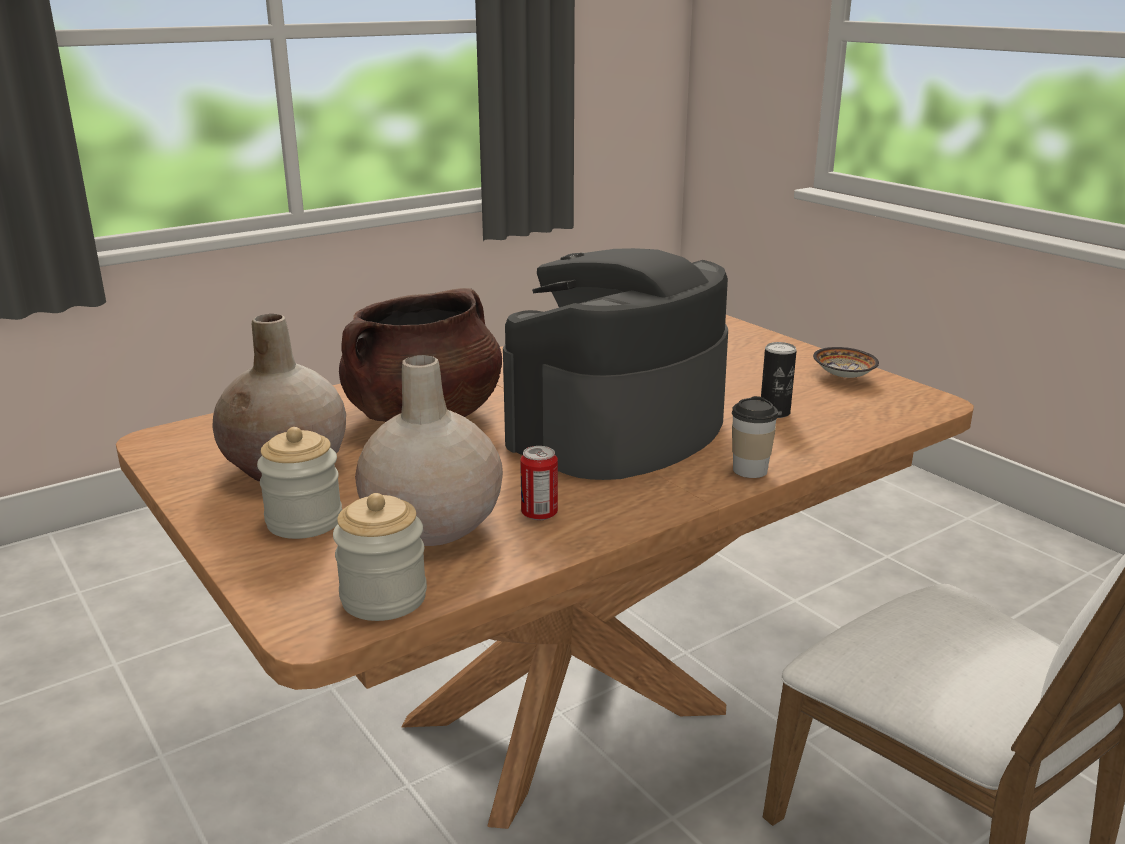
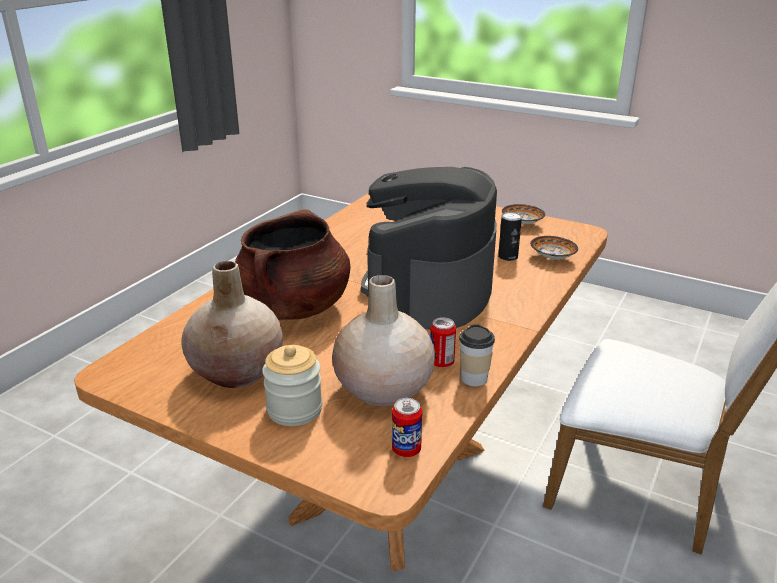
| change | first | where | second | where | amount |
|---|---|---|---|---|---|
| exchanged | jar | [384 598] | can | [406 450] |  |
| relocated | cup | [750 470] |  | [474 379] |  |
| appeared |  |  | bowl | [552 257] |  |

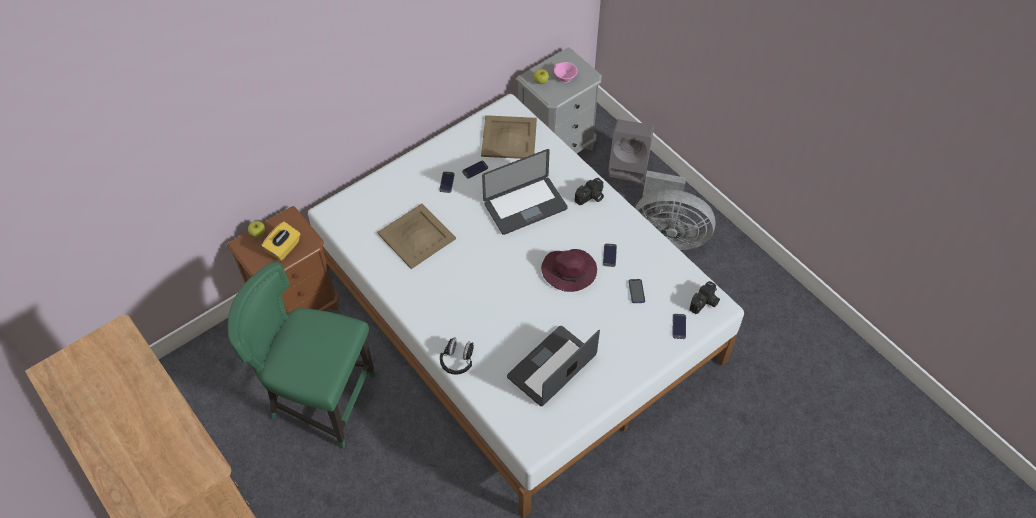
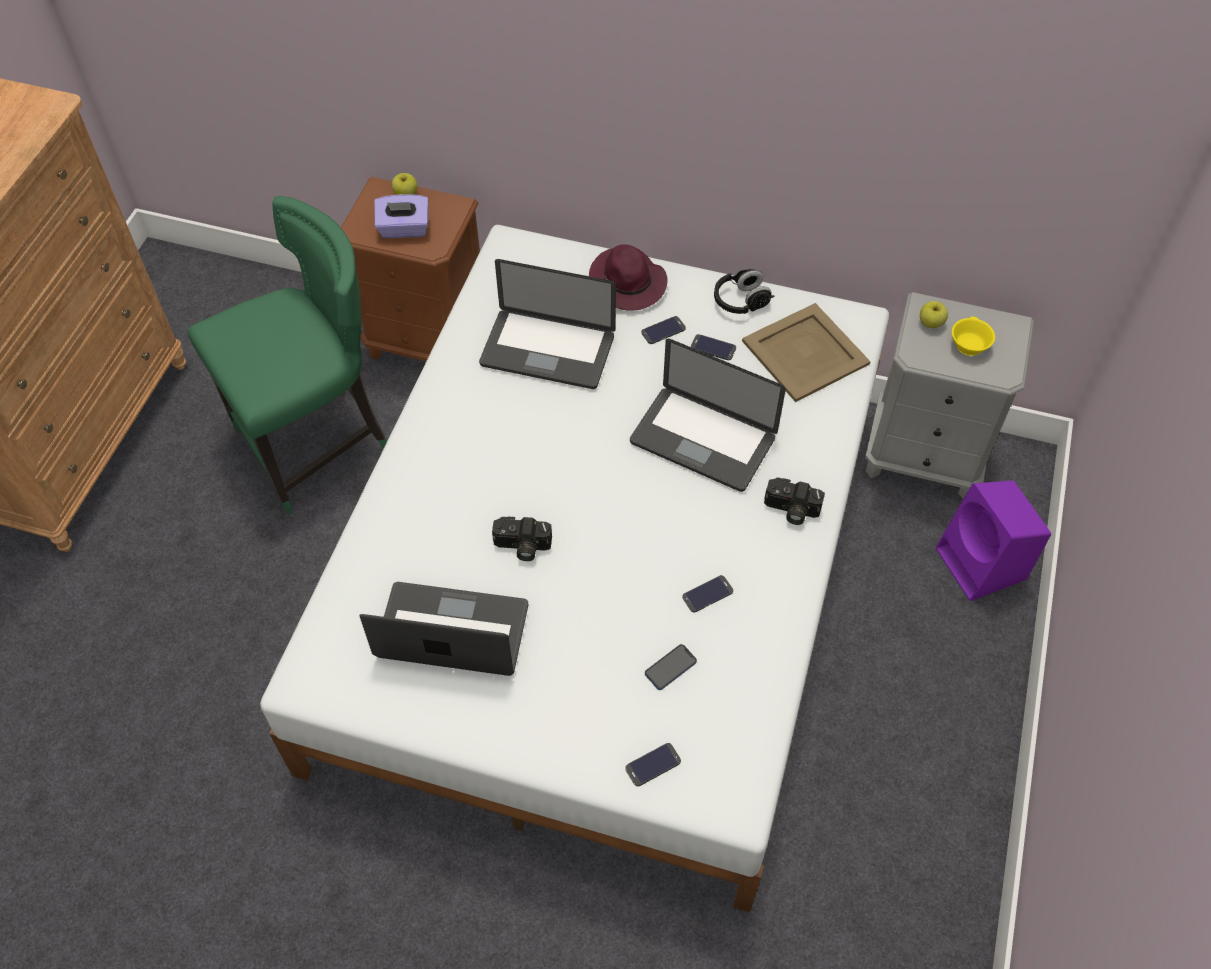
| change | first | where | second | where | amount |
|---|---|---|---|---|---|
| spun | green chair | [320 399] |  | [317 442] | 75 degrees clockwise |
| colour | yellow tissue box | [284 248] | purple tissue box | [404 229] |  |
| exchanged | beige tray | [416 235] | laptop | [547 351] |  |
| relocated | black headphones | [457 361] |  | [741 302] |  |
| relocated | purple hat | [570 271] |  | [628 283] |  |
| colour | pink cup | [564 77] | yellow cup | [967 344] |  |
| colour | grey speaker | [629 166] | purple speaker | [982 565] |  |
| missing | grey fan | [667 235] |  |  |  |
| relocated | photo camera | [705 303] |  | [521 547] |  |

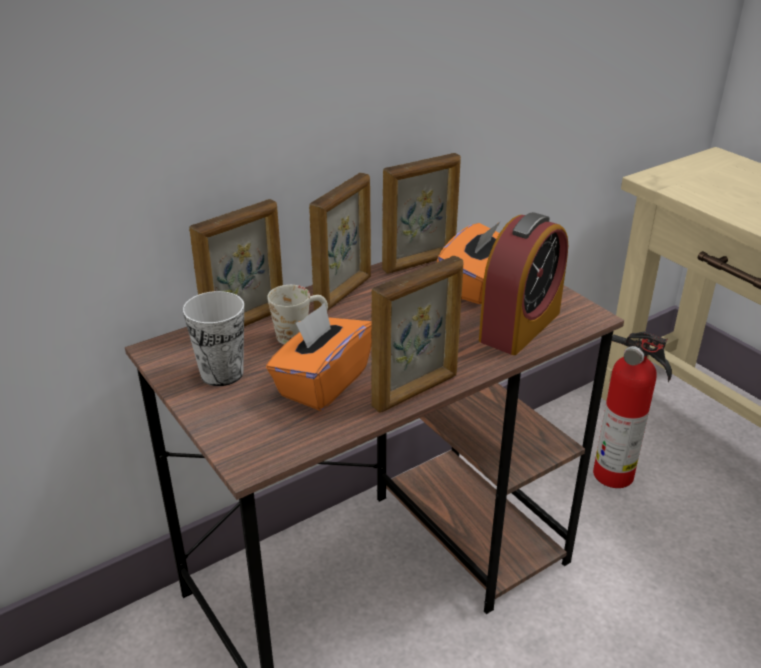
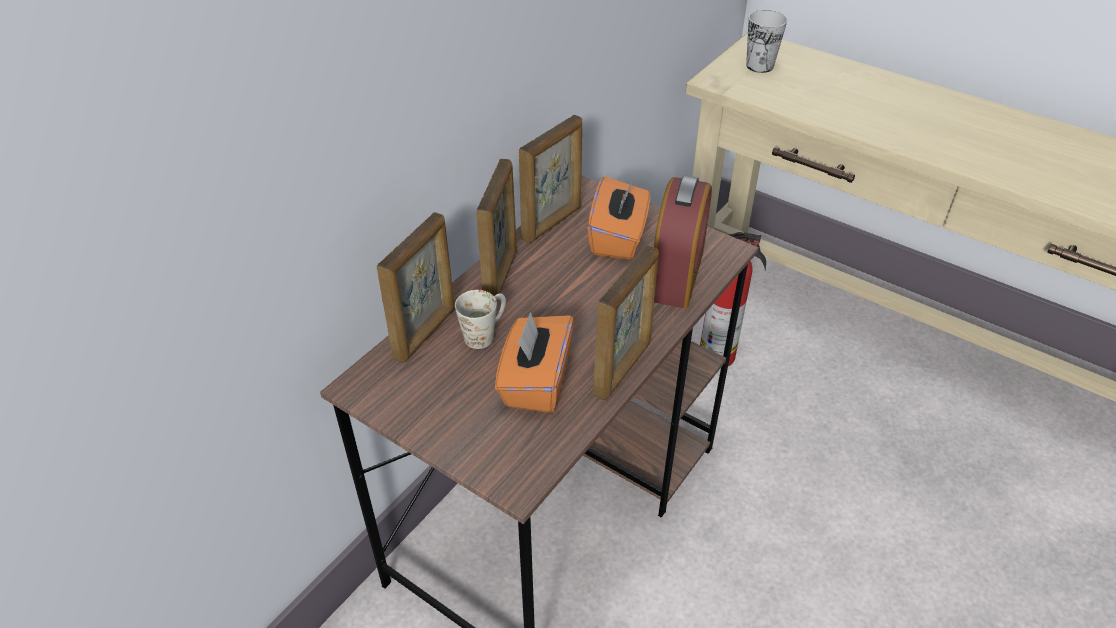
| change | first | where | second | where | amount |
|---|---|---|---|---|---|
| relocated | cup | [222 373] |  | [759 66] |  |

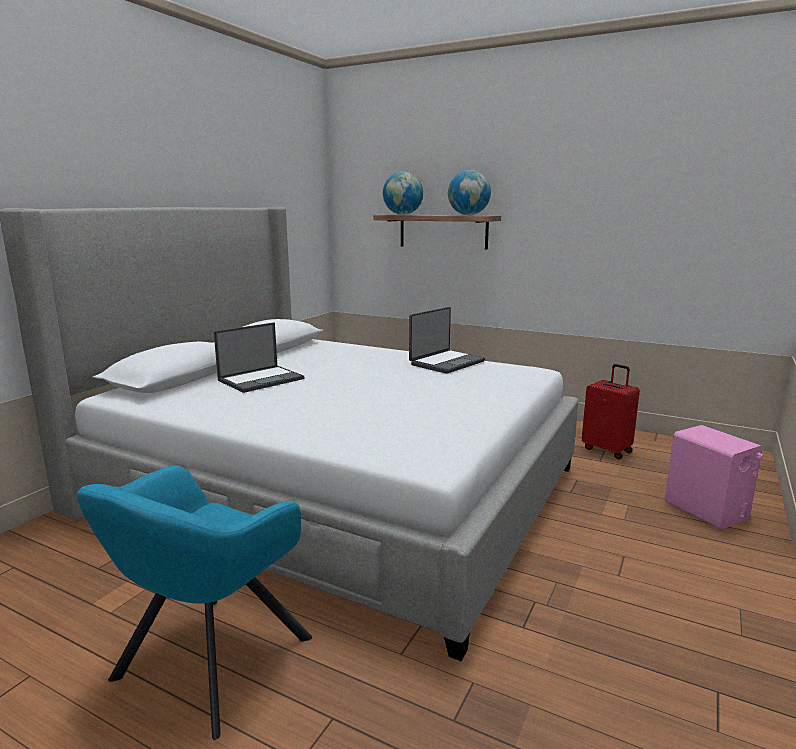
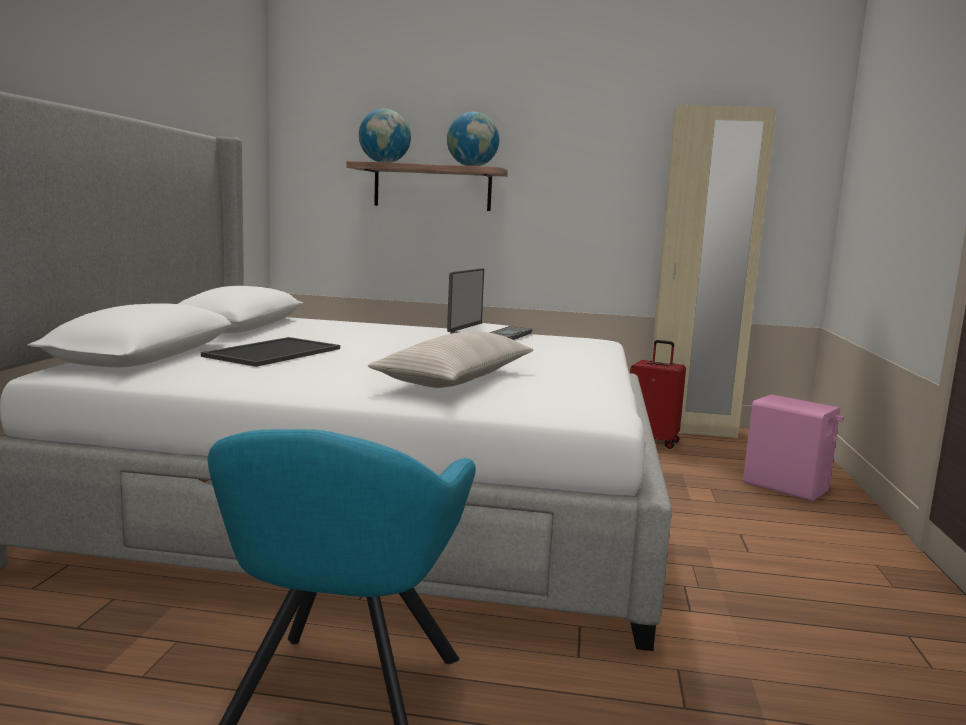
| change | first | where | second | where | amount |
|---|---|---|---|---|---|
| exchanged | laptop | [262 379] | tray | [273 352] |  |
| appeared |  |  | beige pillow | [456 378] |  |
| appeared |  |  | beige wardrobe | [690 430] |  |

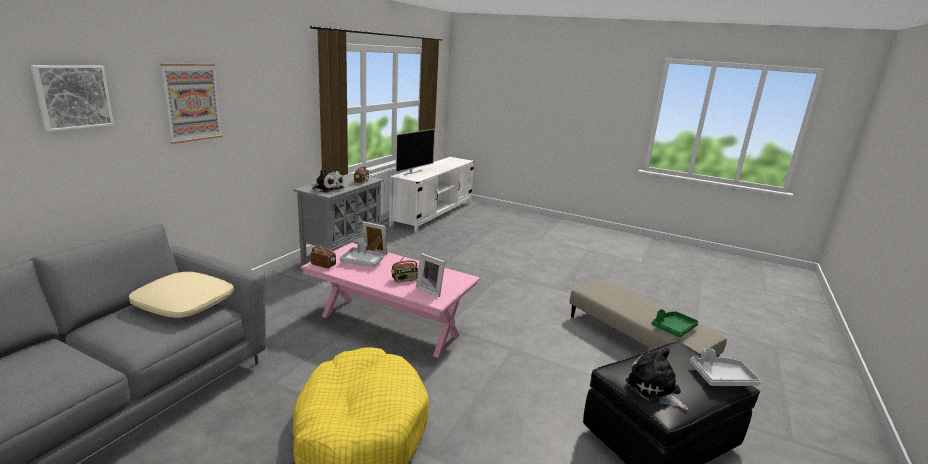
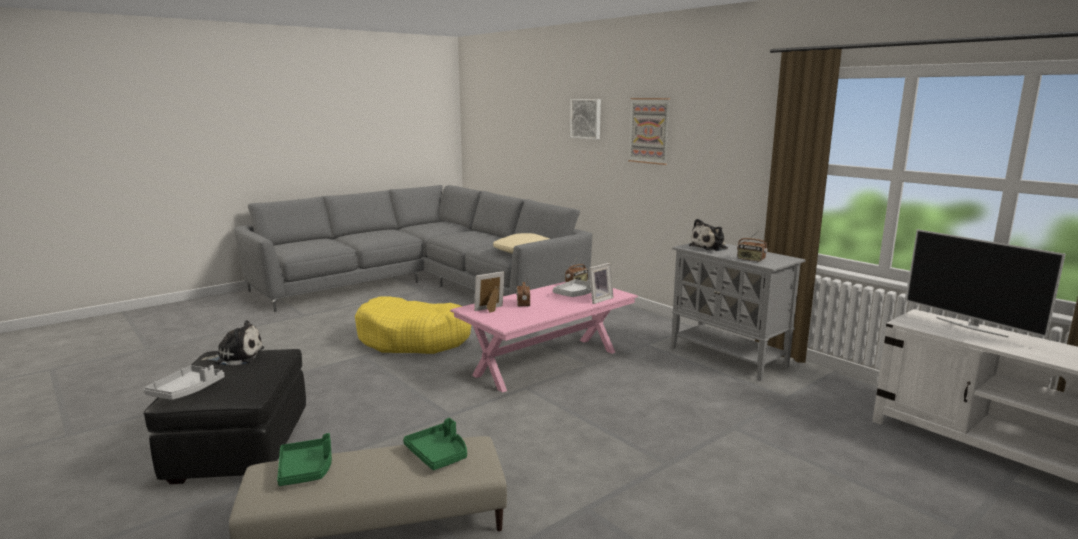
| change | first | where | second | where | amount |
|---|---|---|---|---|---|
| appeared |  |  | green tray | [438 454] |  |

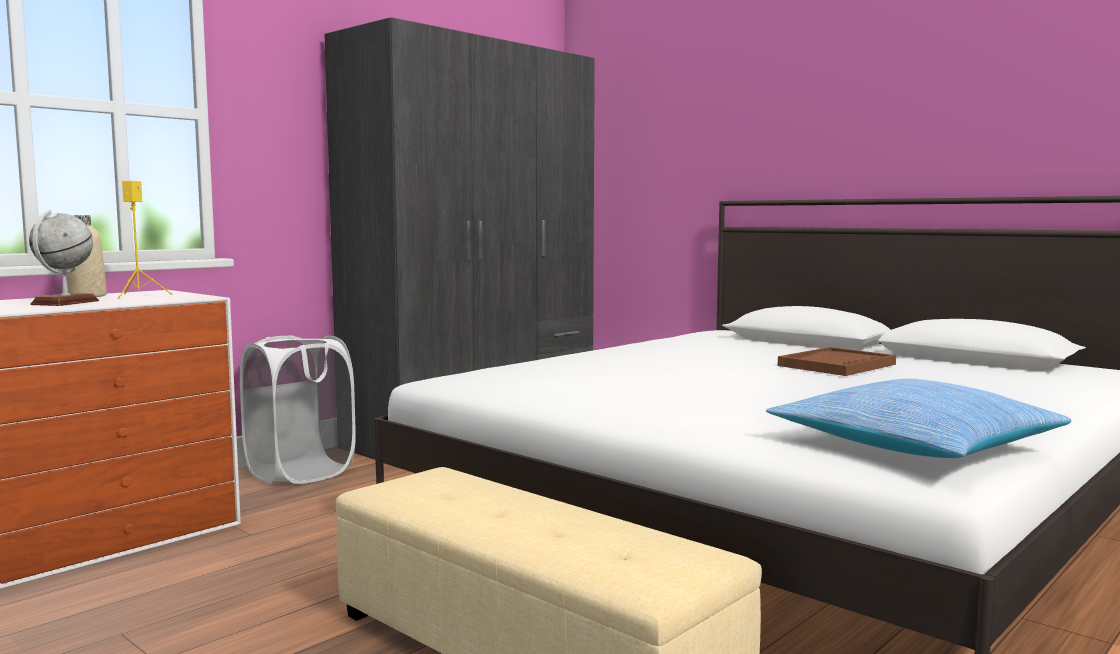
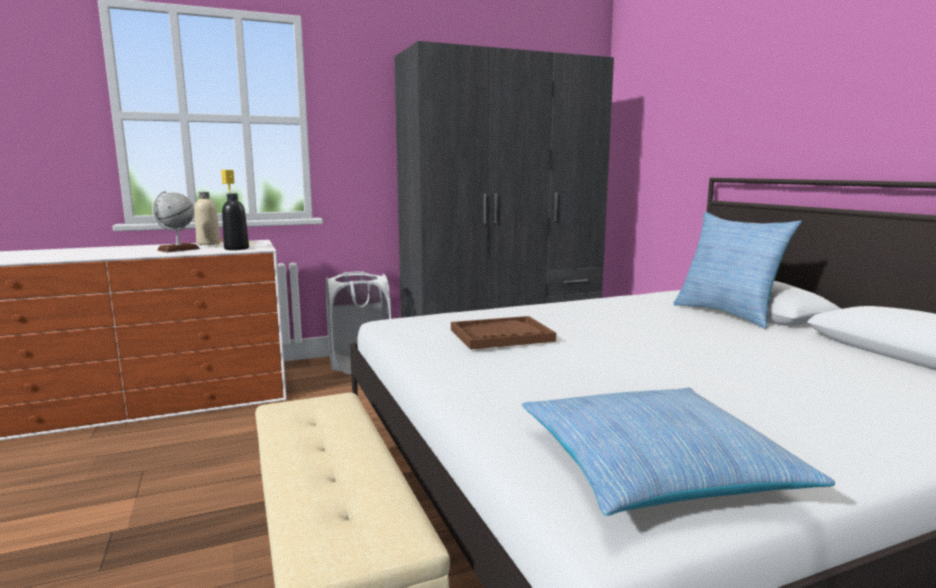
| change | first | where | second | where | amount |
|---|---|---|---|---|---|
| relocated | brown tray | [837 365] |  | [501 335] |  |
| appeared |  |  | black bottle | [236 248] |  |
| appeared |  |  | pillow | [728 314] |  |

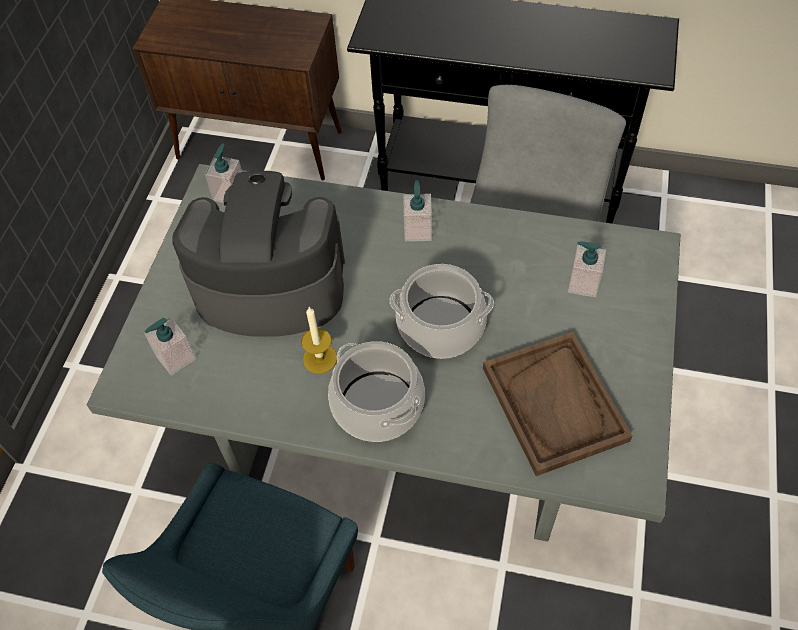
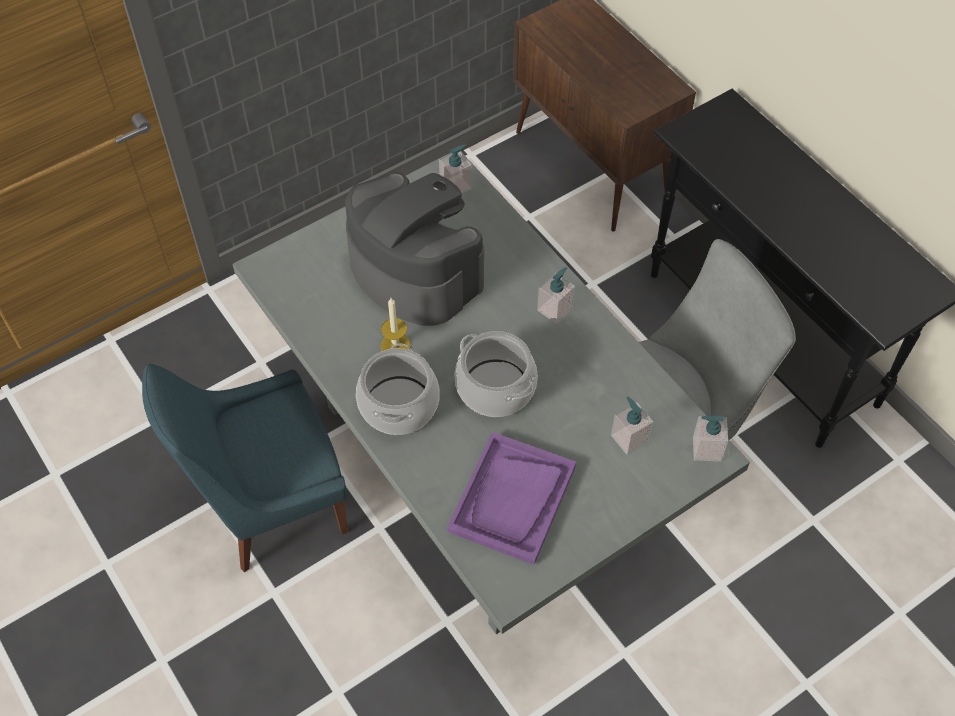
| change | first | where | second | where | amount |
|---|---|---|---|---|---|
| relocated | soap dispenser | [176 358] |  | [706 449] |  |
| colour | brown tray | [554 404] | purple tray | [512 499] |  |

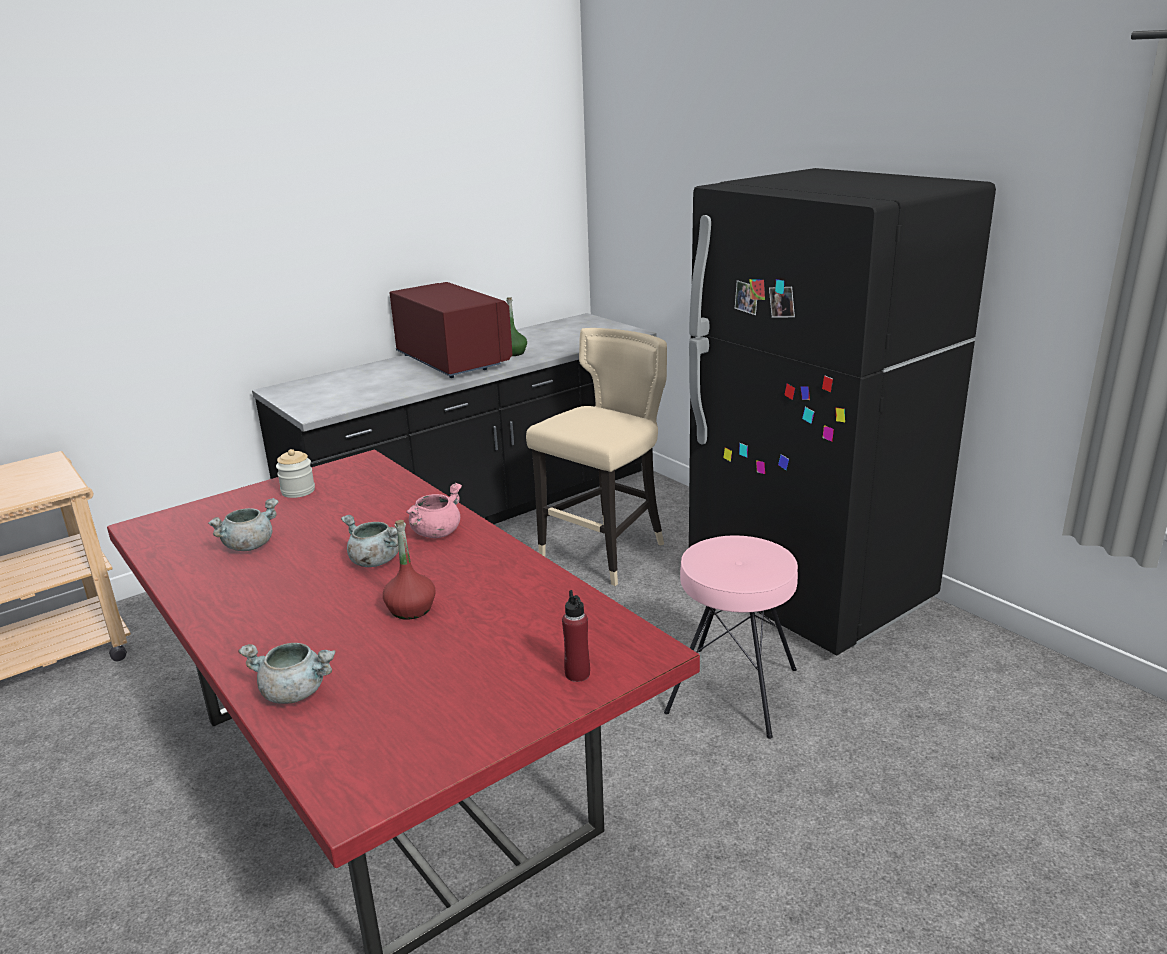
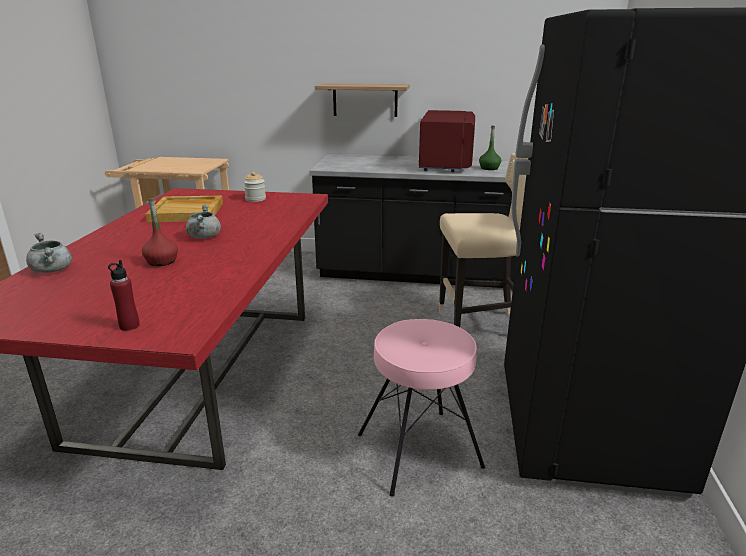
| change | first | where | second | where | amount |
|---|---|---|---|---|---|
| exchanged | grey cooking pot | [249 545] | beige tray | [187 212] |  |
| missing | pink cooking pot | [436 532] |  |  |  |
| appeared |  |  | shelf | [365 100] |  |

